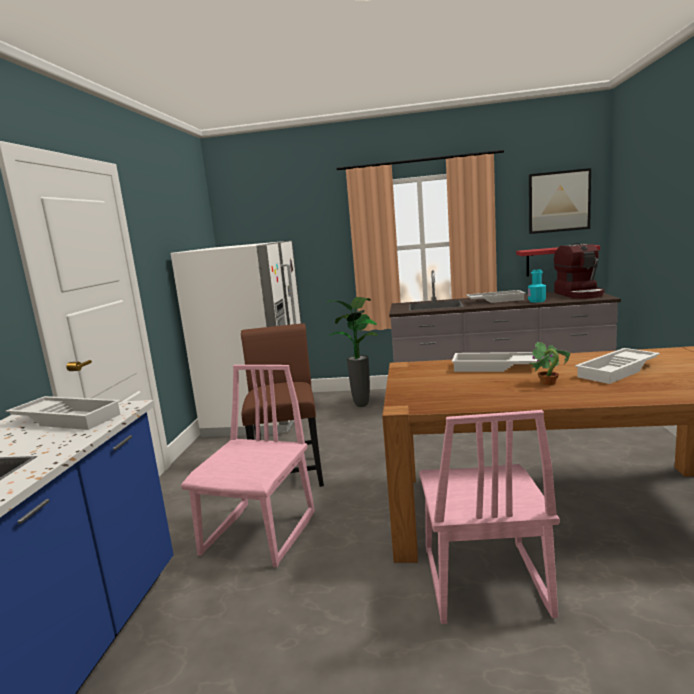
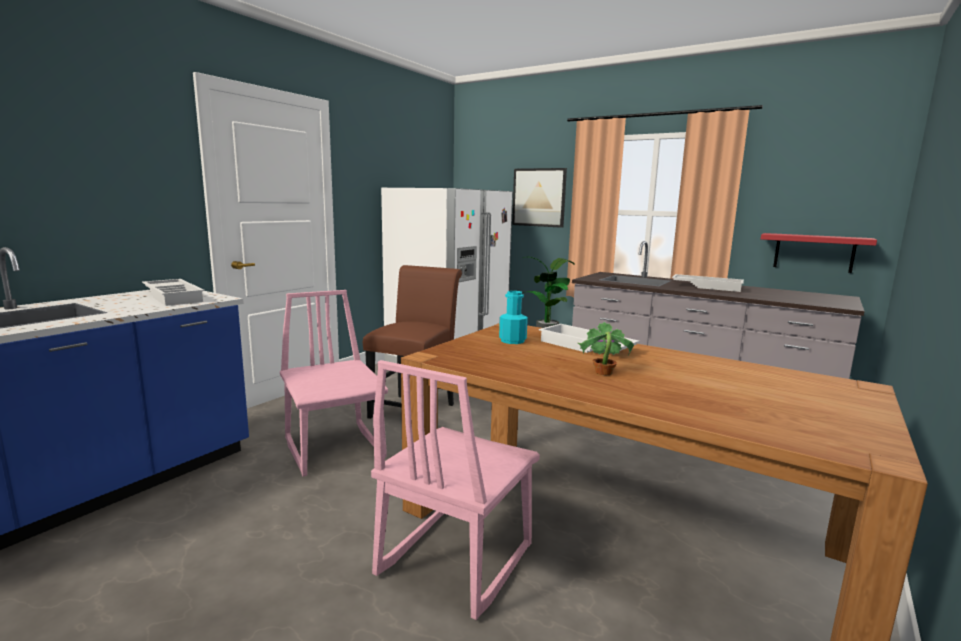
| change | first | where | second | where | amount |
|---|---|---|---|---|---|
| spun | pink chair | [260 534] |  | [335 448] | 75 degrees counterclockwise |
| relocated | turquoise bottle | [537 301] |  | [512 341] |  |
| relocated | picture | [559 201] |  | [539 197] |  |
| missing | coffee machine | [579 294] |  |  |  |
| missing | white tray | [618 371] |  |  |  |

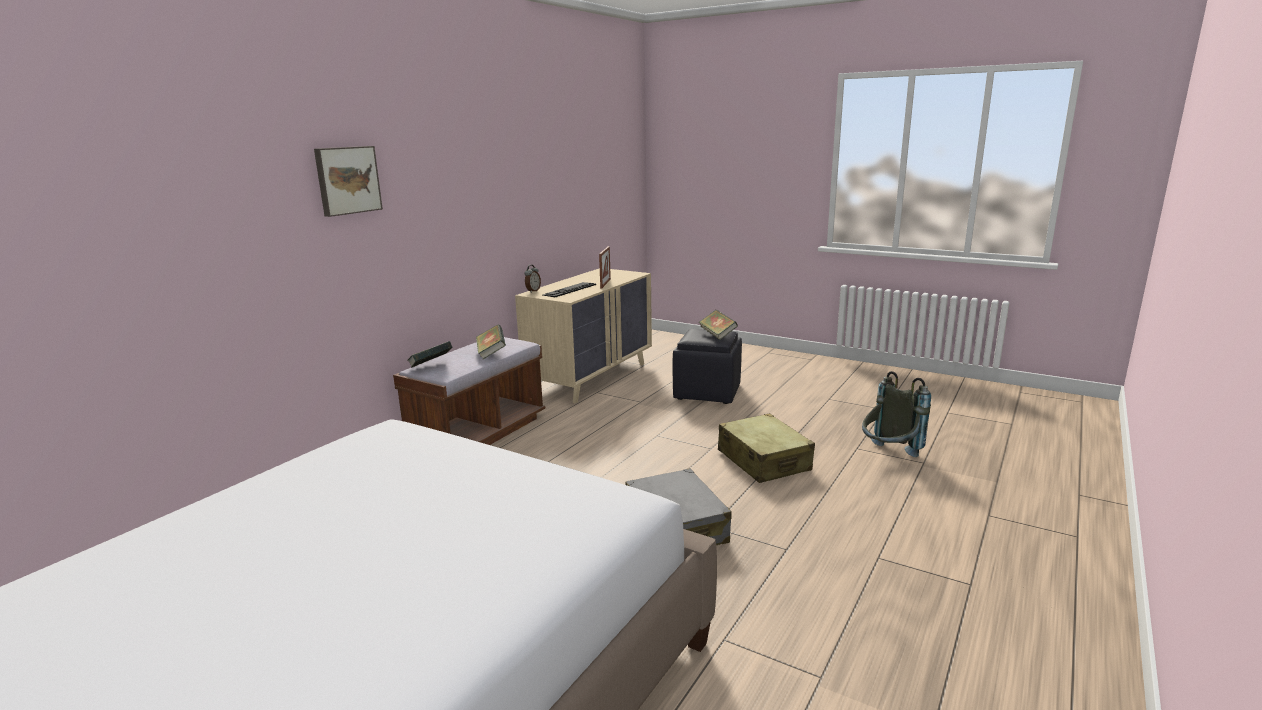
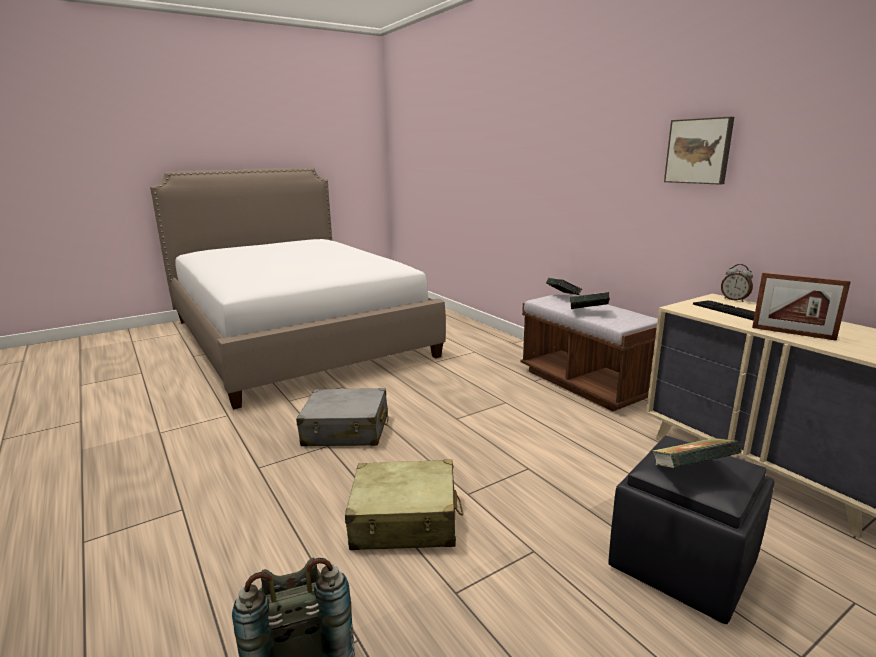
| change | first | where | second | where | amount |
|---|---|---|---|---|---|
| relocated | picture | [347 180] |  | [699 151] |  |

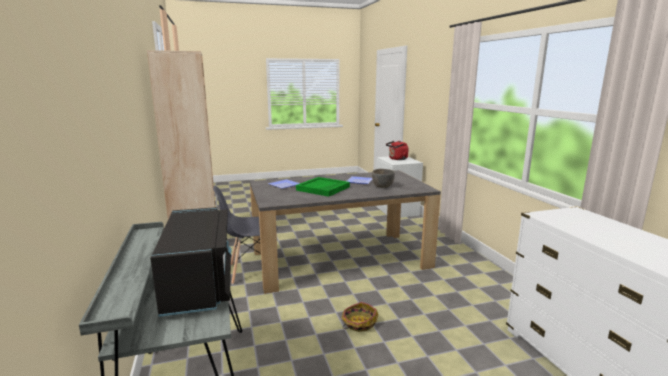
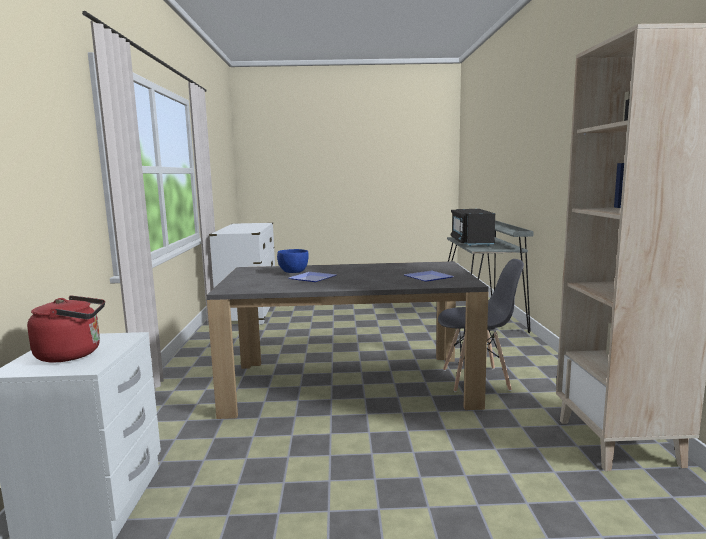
| change | first | where | second | where | amount |
|---|---|---|---|---|---|
| missing | green tray | [323 188] |  |  |  |
| missing | basket | [358 323] |  |  |  |
| colour | grey bowl | [382 186] | blue bowl | [293 272] |  |

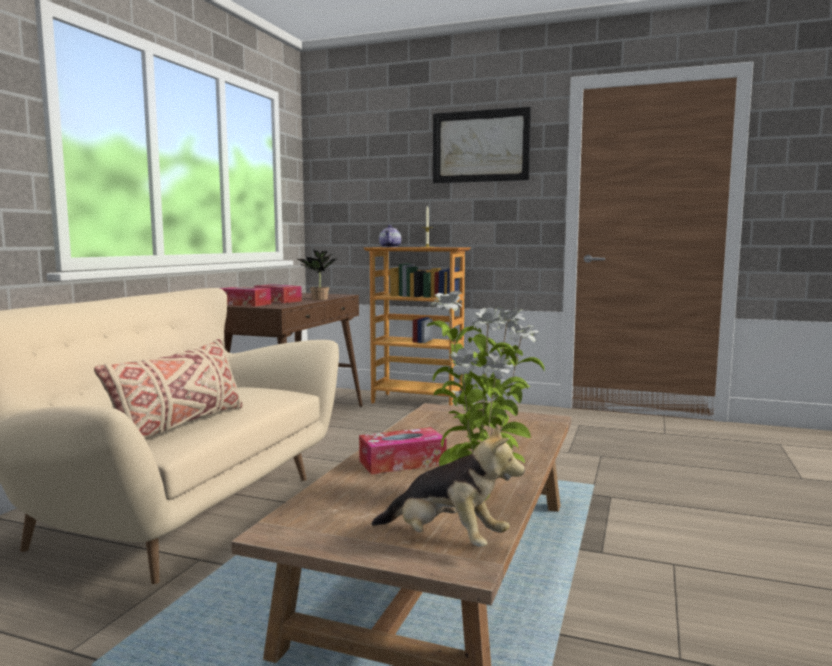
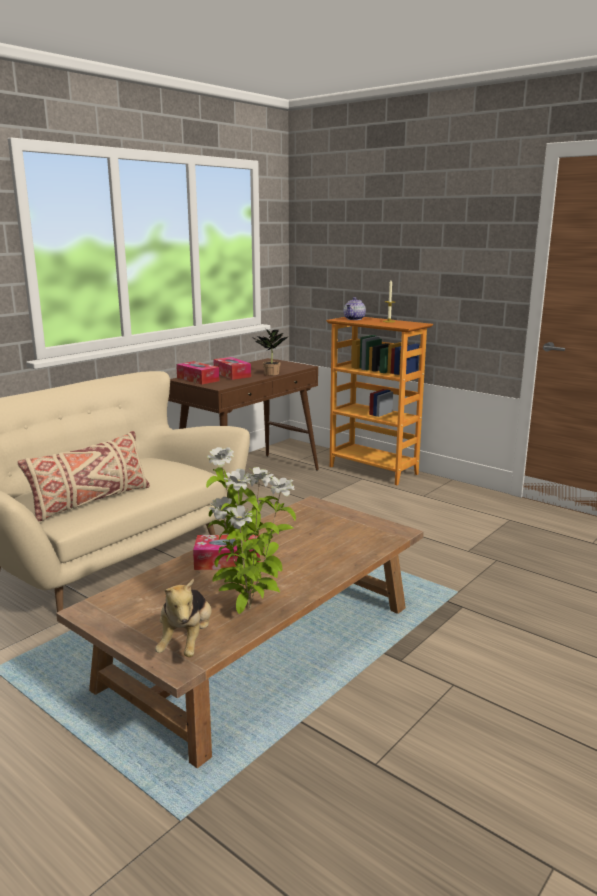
| change | first | where | second | where | amount |
|---|---|---|---|---|---|
| spun | plush toy | [446 541] |  | [187 642] | 45 degrees clockwise |
| missing | picture | [480 146] |  |  |  |

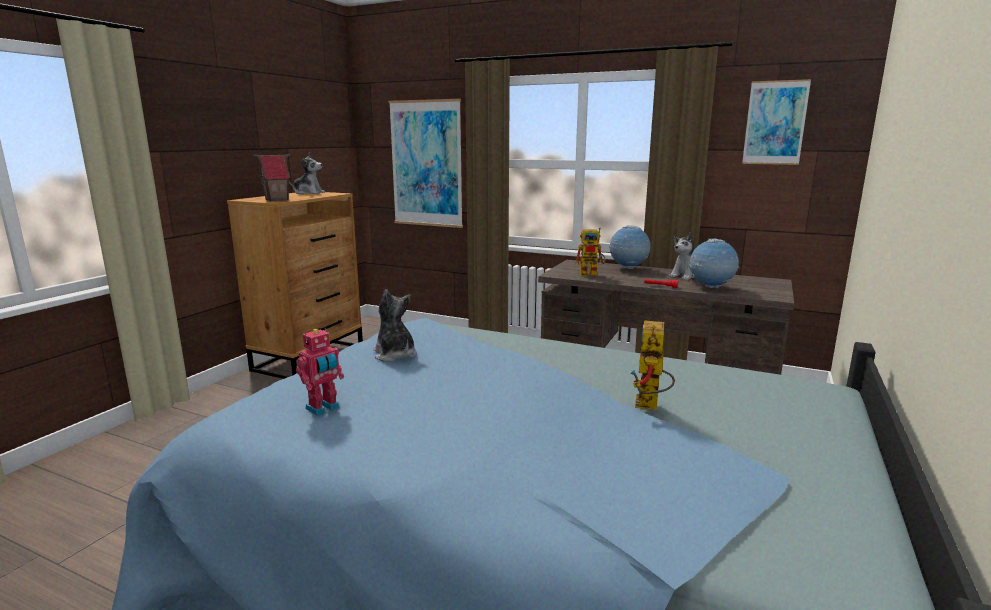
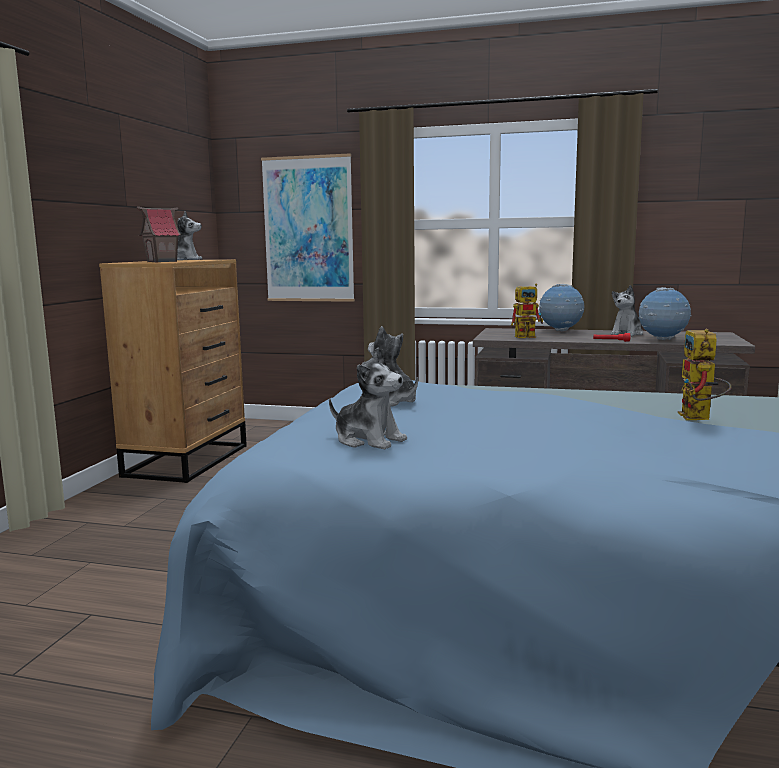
| change | first | where | second | where | amount |
|---|---|---|---|---|---|
| exchanged | toy robot | [324 408] | plush toy | [369 440] |  |
| missing | picture | [775 123] |  |  |  |

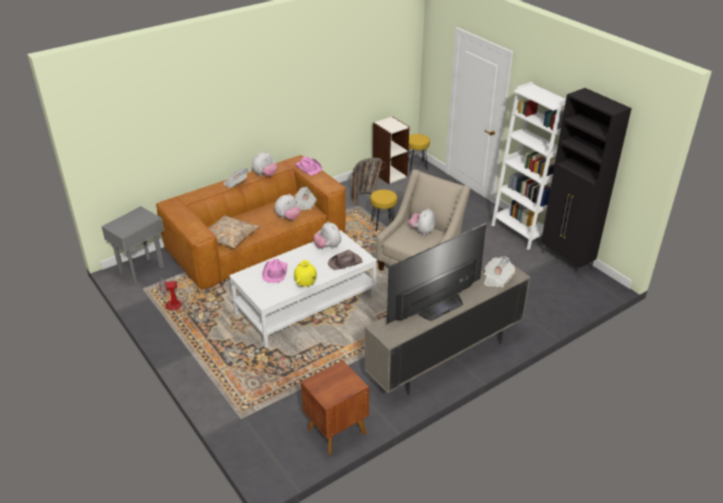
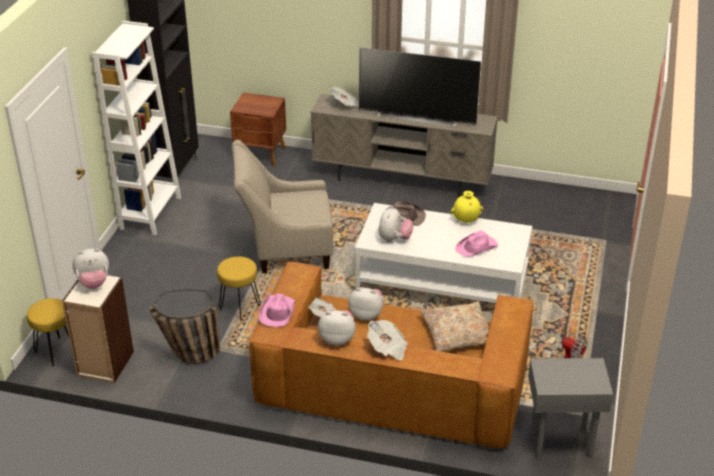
| change | first | where | second | where | amount |
|---|---|---|---|---|---|
| relocated | brown nightstand | [335 431] |  | [261 155] |  |
| relocated | plush toy | [422 231] |  | [94 283] |  |

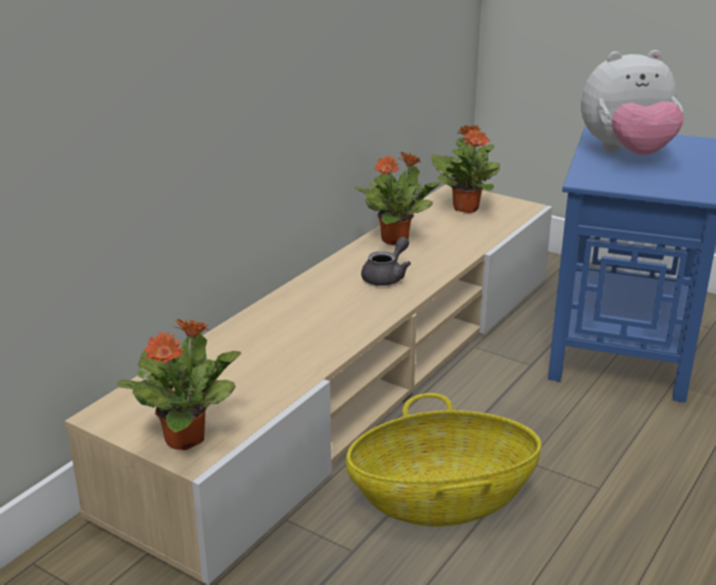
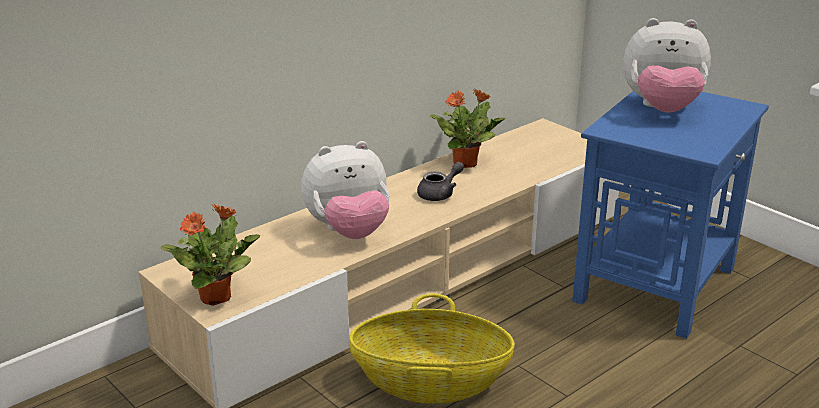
| change | first | where | second | where | amount |
|---|---|---|---|---|---|
| missing | potted plant | [466 208] |  |  |  |
| appeared |  |  | plush toy | [349 232] |  |

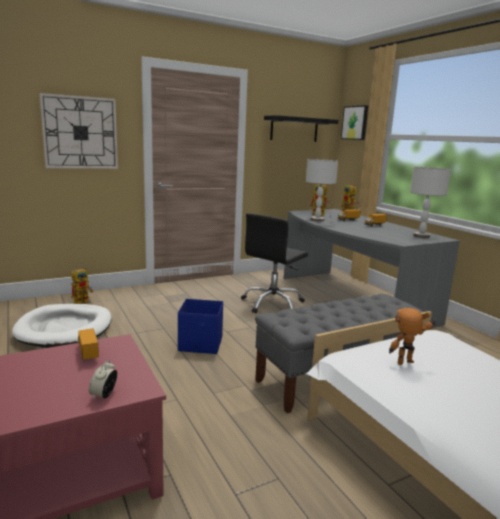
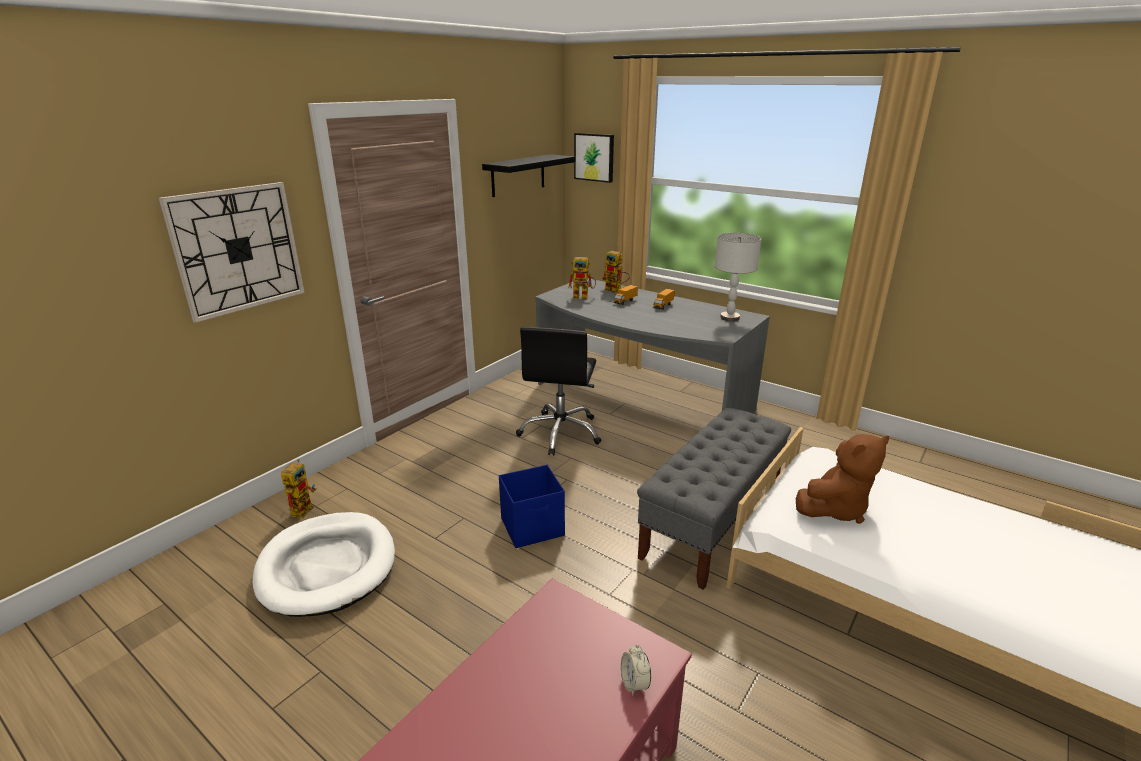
| change | first | where | second | where | amount |
|---|---|---|---|---|---|
| missing | toy truck | [88 353] |  |  |  |
| missing | grey table lamp | [317 220] |  |  |  |
| exchanged | toy robot | [407 364] | brown plush toy | [835 509] |  |

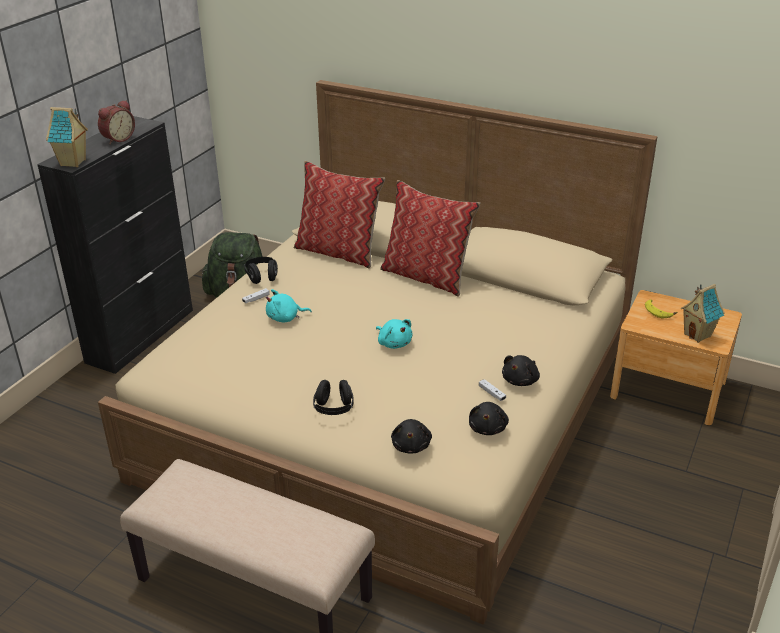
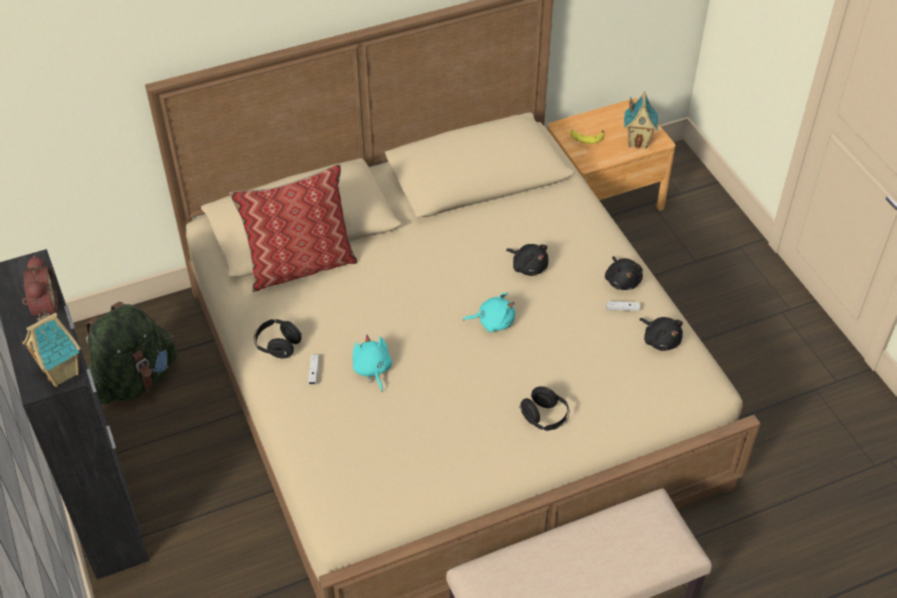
| change | first | where | second | where | amount |
|---|---|---|---|---|---|
| spun | turquoise plush toy | [285 318] |  | [372 370] | 135 degrees clockwise |
| missing | pillow | [427 276] |  |  |  |
| relocated | black plush toy | [411 445] |  | [528 266] |  |

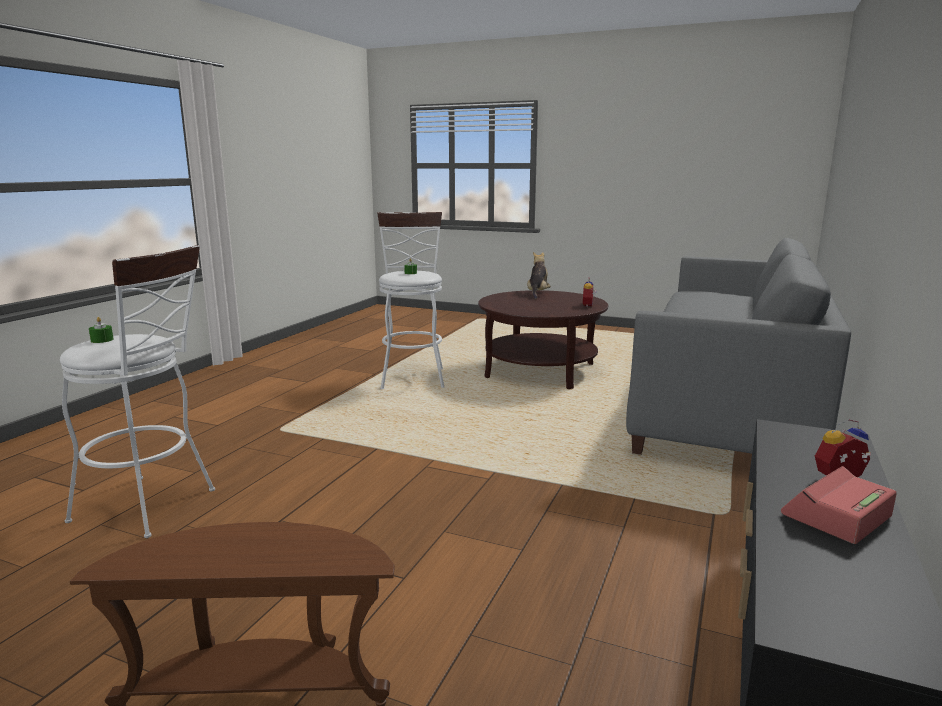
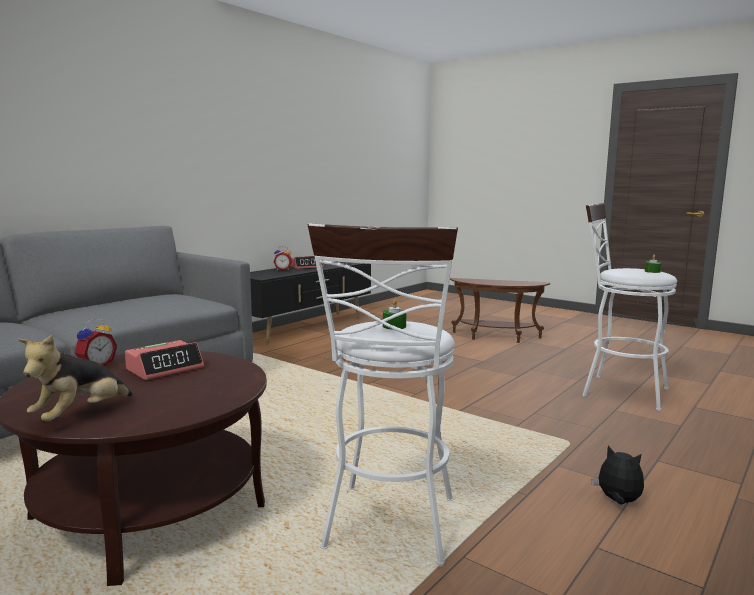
| change | first | where | second | where | amount |
|---|---|---|---|---|---|
| appeared |  |  | alarm clock | [165 369] |  |
| appeared |  |  | plush toy | [618 501] |  |

